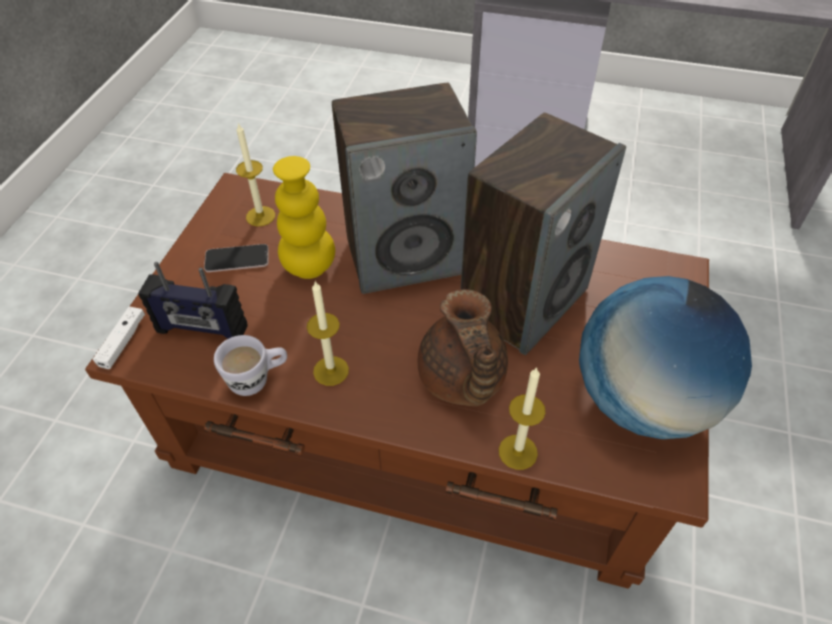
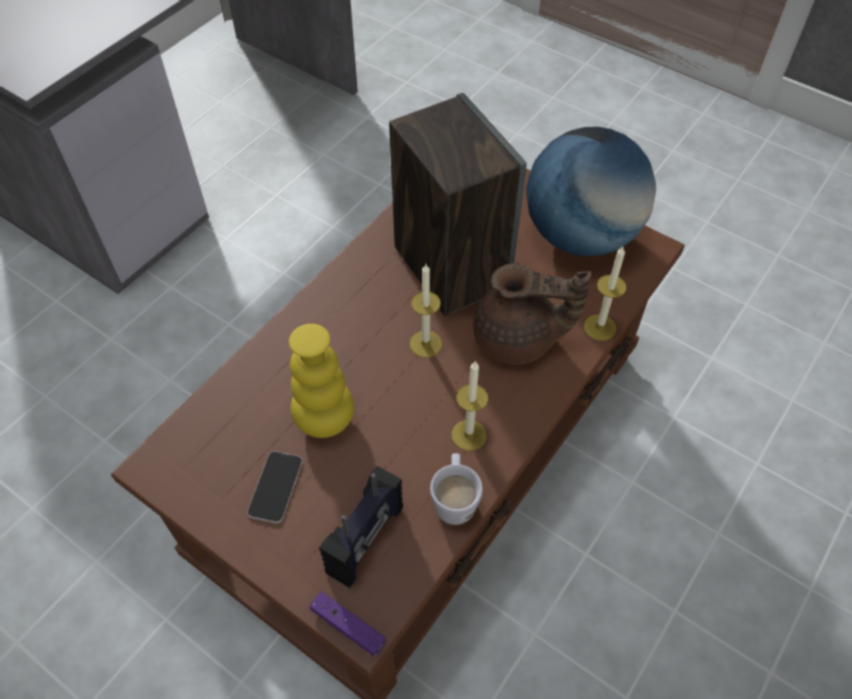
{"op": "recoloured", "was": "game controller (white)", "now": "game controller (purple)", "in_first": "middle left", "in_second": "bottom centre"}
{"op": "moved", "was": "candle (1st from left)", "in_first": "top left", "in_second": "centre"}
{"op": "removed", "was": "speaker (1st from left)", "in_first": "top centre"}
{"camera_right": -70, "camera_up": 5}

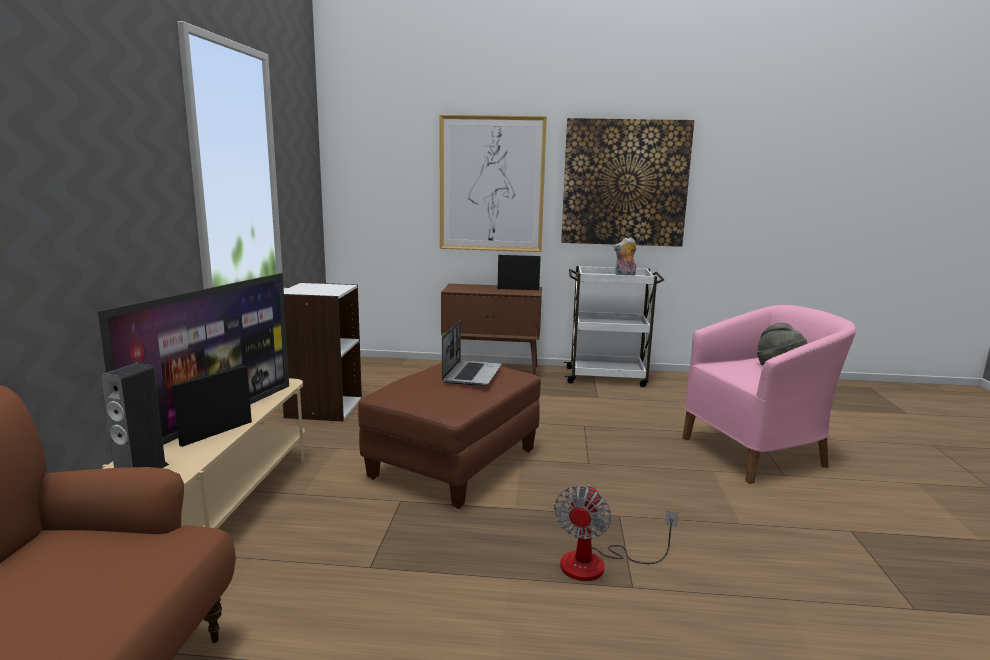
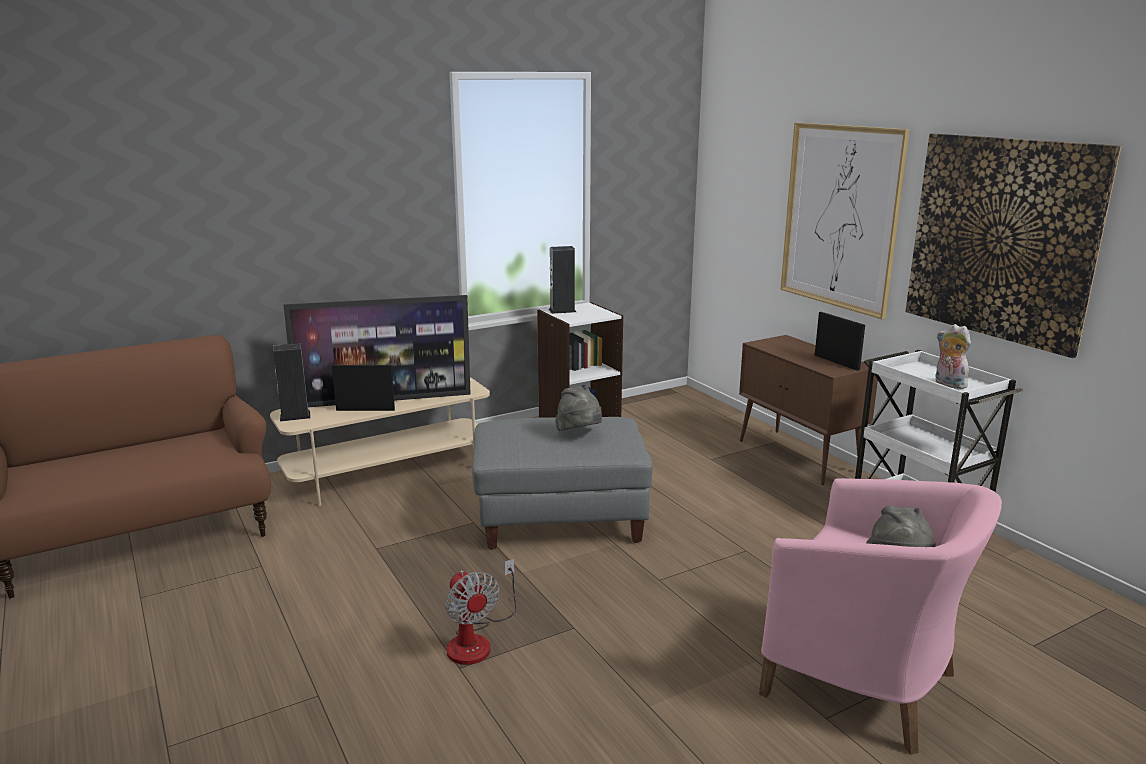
{"op": "recoloured", "was": "ottoman (brown)", "now": "ottoman (grey)", "in_first": "centre", "in_second": "centre"}
{"op": "replaced", "was": "laptop", "now": "hat (grey) (1st from left)", "in_first": "centre", "in_second": "centre"}
{"op": "turned", "was": "fan", "in_first": "bottom centre", "in_second": "bottom centre", "clockwise": -105}
{"op": "added", "now": "speaker (2nd from left)", "in_second": "centre"}
{"camera_right": 55, "camera_up": 5}

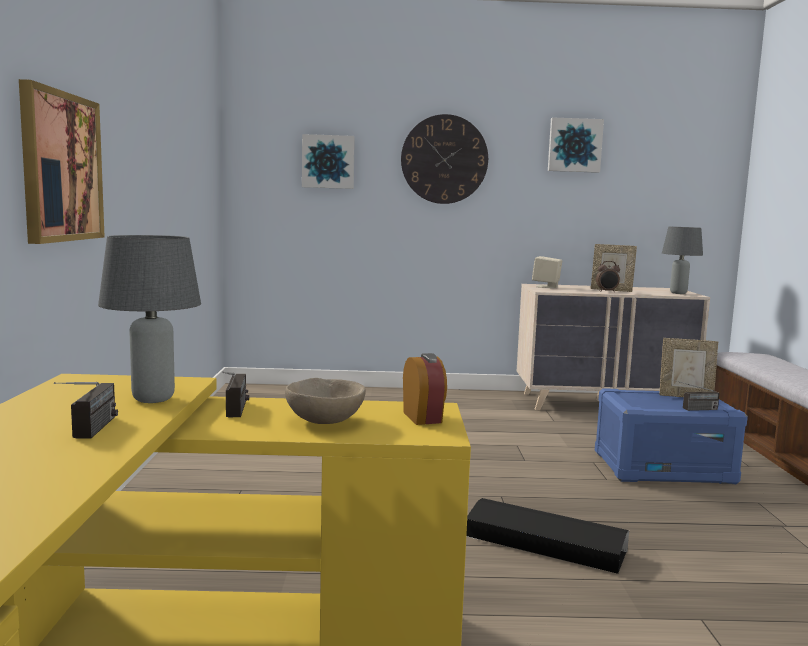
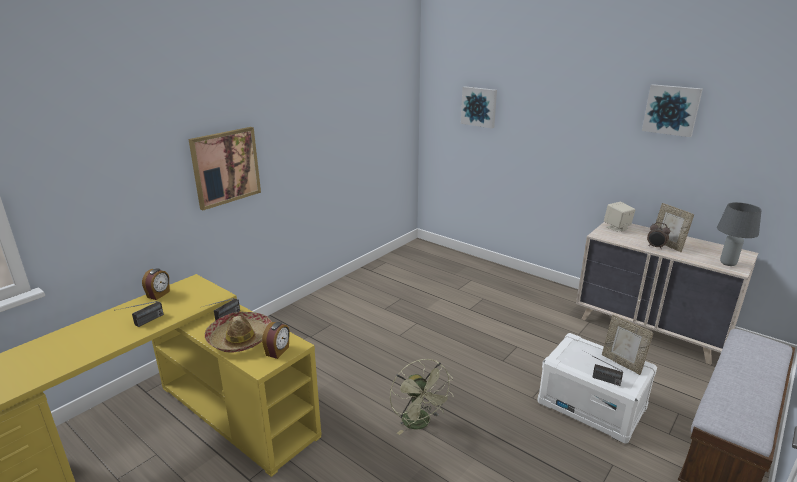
{"op": "removed", "was": "table lamp (grey) (1st from left)", "in_first": "middle left"}
{"op": "replaced", "was": "bowl (beige)", "now": "hat", "in_first": "centre", "in_second": "bottom left"}
{"op": "removed", "was": "wall clock", "in_first": "top centre"}
{"op": "replaced", "was": "storage box (black)", "now": "fan (green)", "in_first": "bottom right", "in_second": "bottom centre"}
{"op": "recoloured", "was": "storage box (blue)", "now": "storage box (white)", "in_first": "bottom right", "in_second": "bottom right"}
{"op": "added", "now": "alarm clock (1st from left)", "in_second": "middle left"}
{"camera_right": 40, "camera_up": 15}

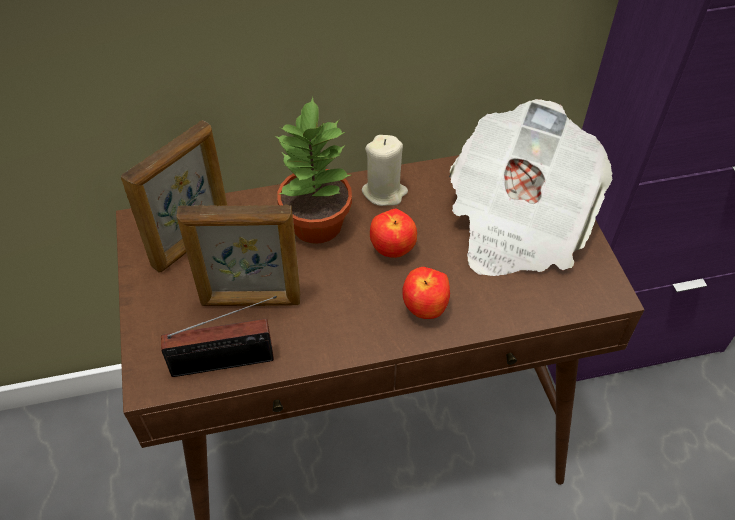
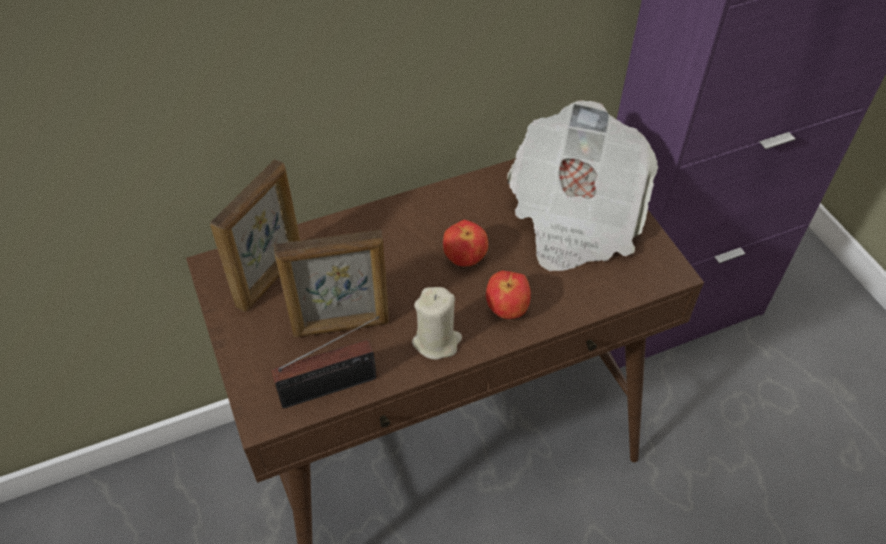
{"op": "removed", "was": "potted plant", "in_first": "top centre"}
{"op": "moved", "was": "candle (beige)", "in_first": "top centre", "in_second": "centre"}
{"camera_right": -10, "camera_up": 0}

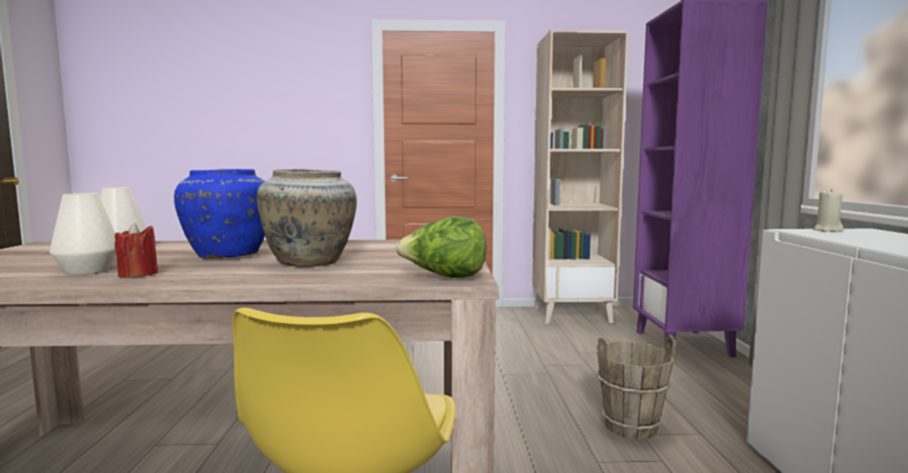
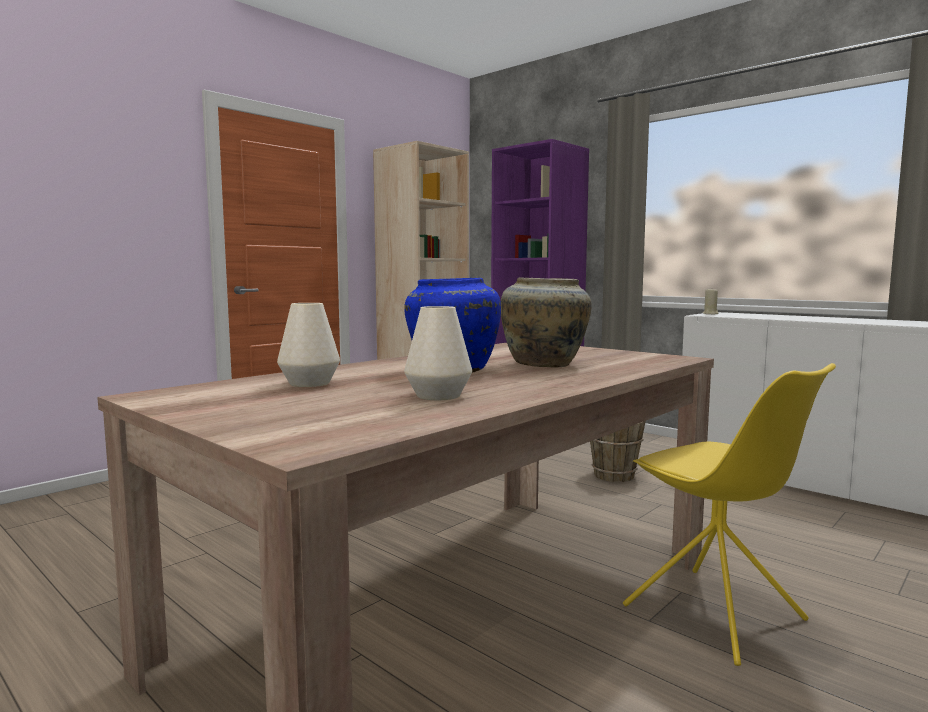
{"op": "removed", "was": "candle (red)", "in_first": "middle left"}
{"op": "removed", "was": "lettuce", "in_first": "centre"}
{"camera_right": -45, "camera_up": 0}

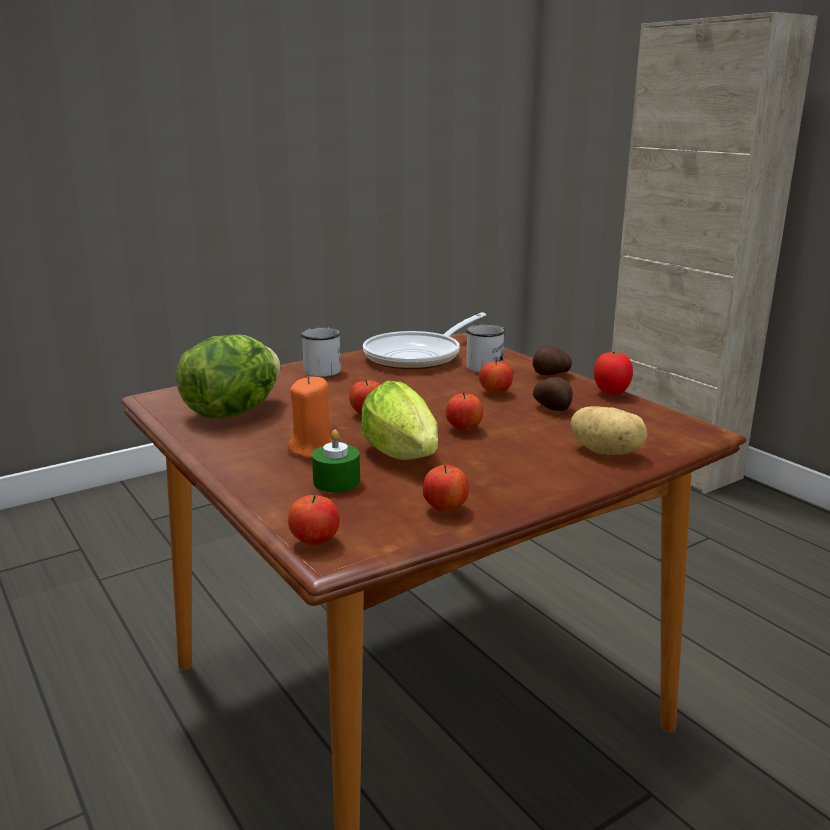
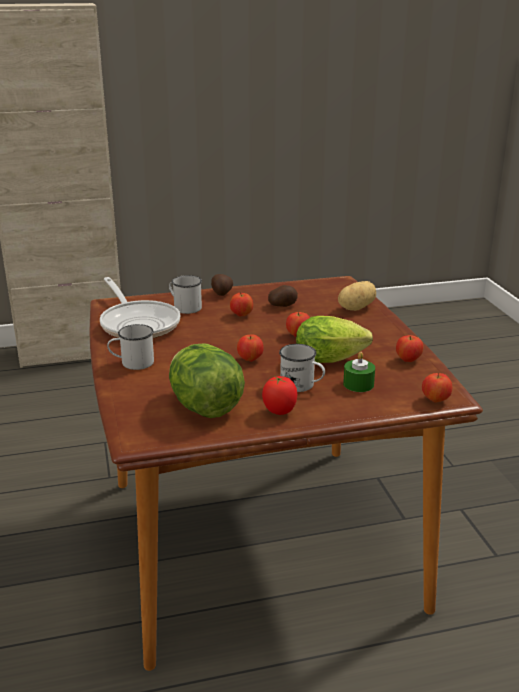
{"op": "replaced", "was": "candle (orange)", "now": "mug (white) (3rd from left)", "in_first": "centre", "in_second": "centre"}
{"op": "moved", "was": "tomato", "in_first": "middle right", "in_second": "centre"}
{"camera_right": -70, "camera_up": 5}

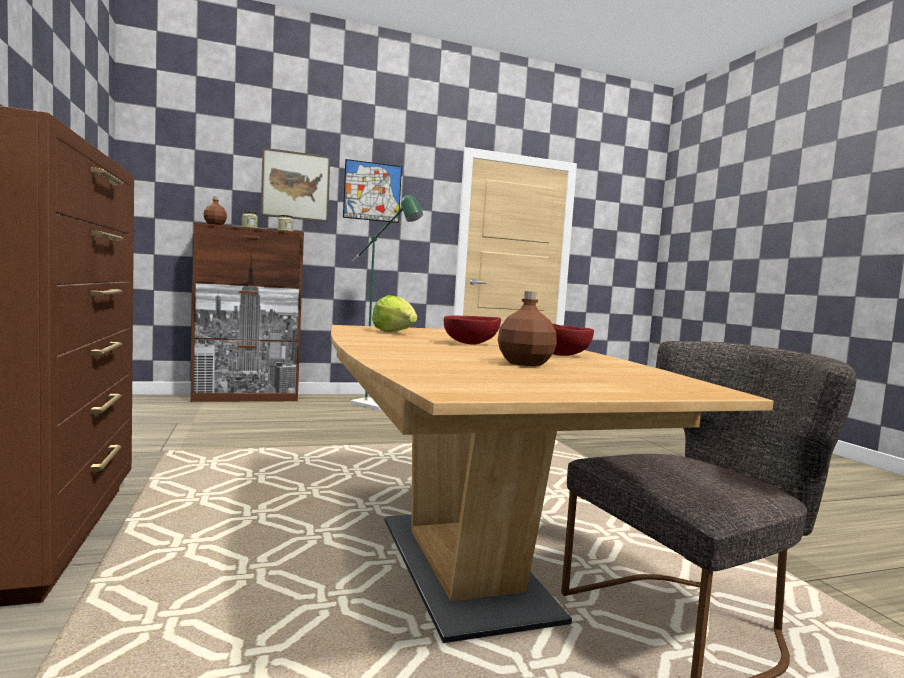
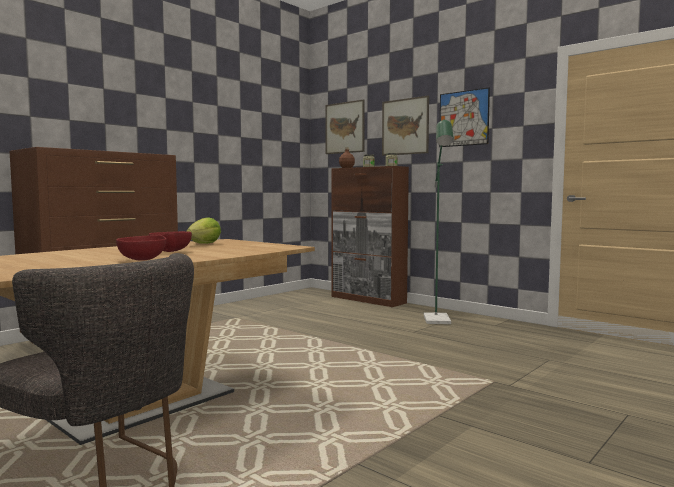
{"op": "removed", "was": "bottle (brown) (2nd from left)", "in_first": "centre"}
{"op": "added", "now": "picture (1st from left)", "in_second": "top centre"}
{"camera_right": 60, "camera_up": 0}

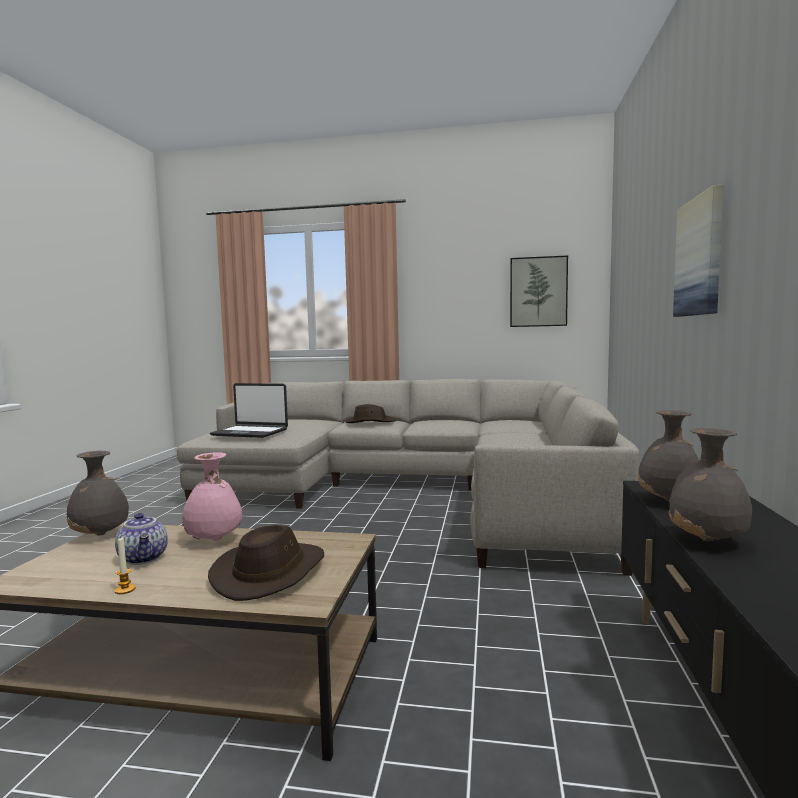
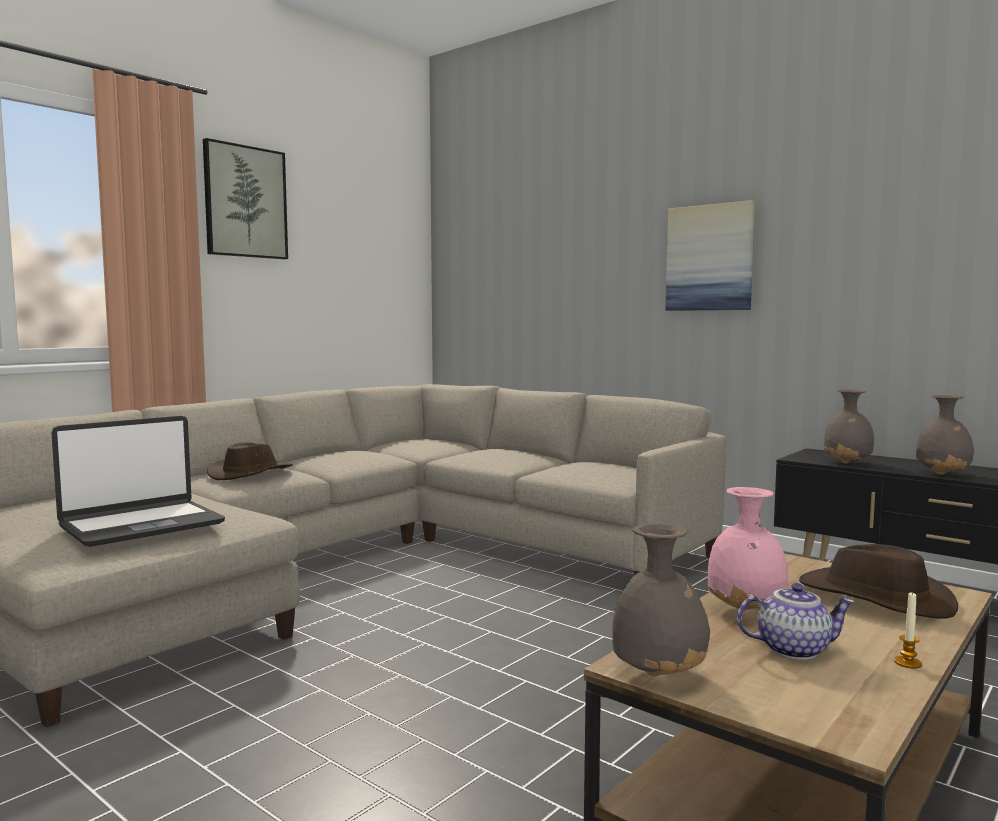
{"op": "moved", "was": "picture (1st from left)", "in_first": "middle right", "in_second": "top left"}
{"camera_right": -60, "camera_up": 0}

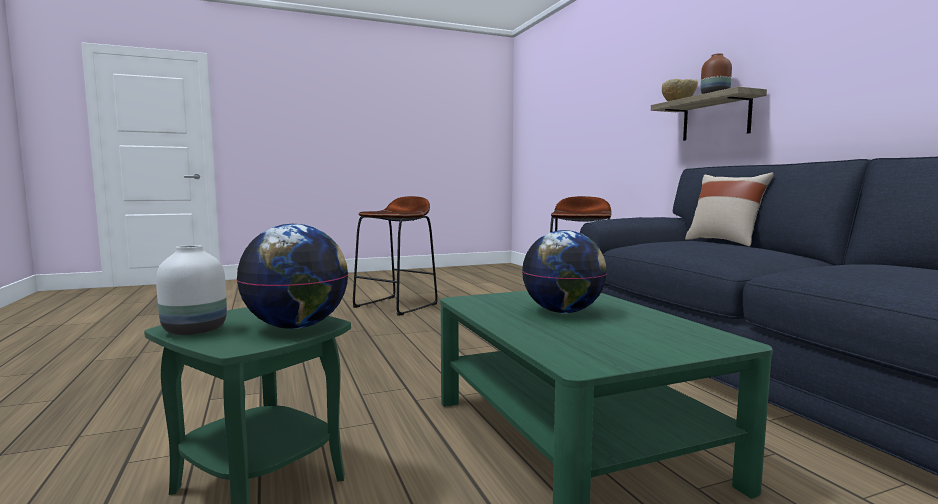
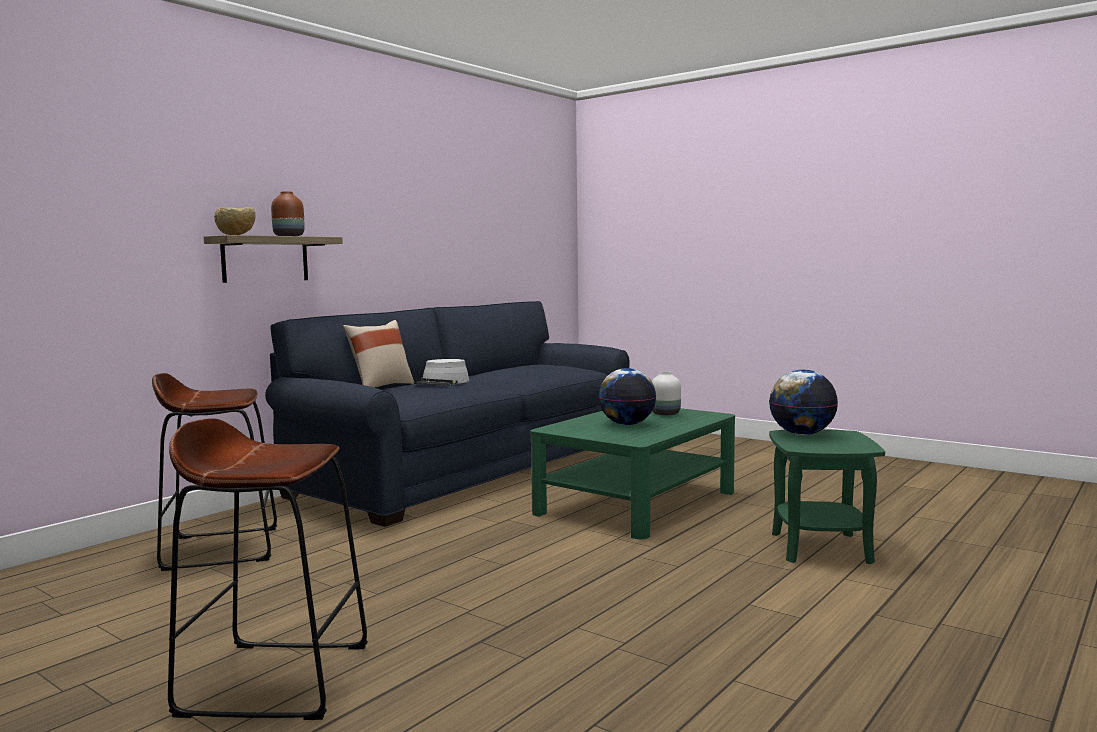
{"op": "moved", "was": "vase (white)", "in_first": "middle left", "in_second": "centre"}
{"op": "added", "now": "hat (grey)", "in_second": "centre"}
{"camera_right": -120, "camera_up": 0}

